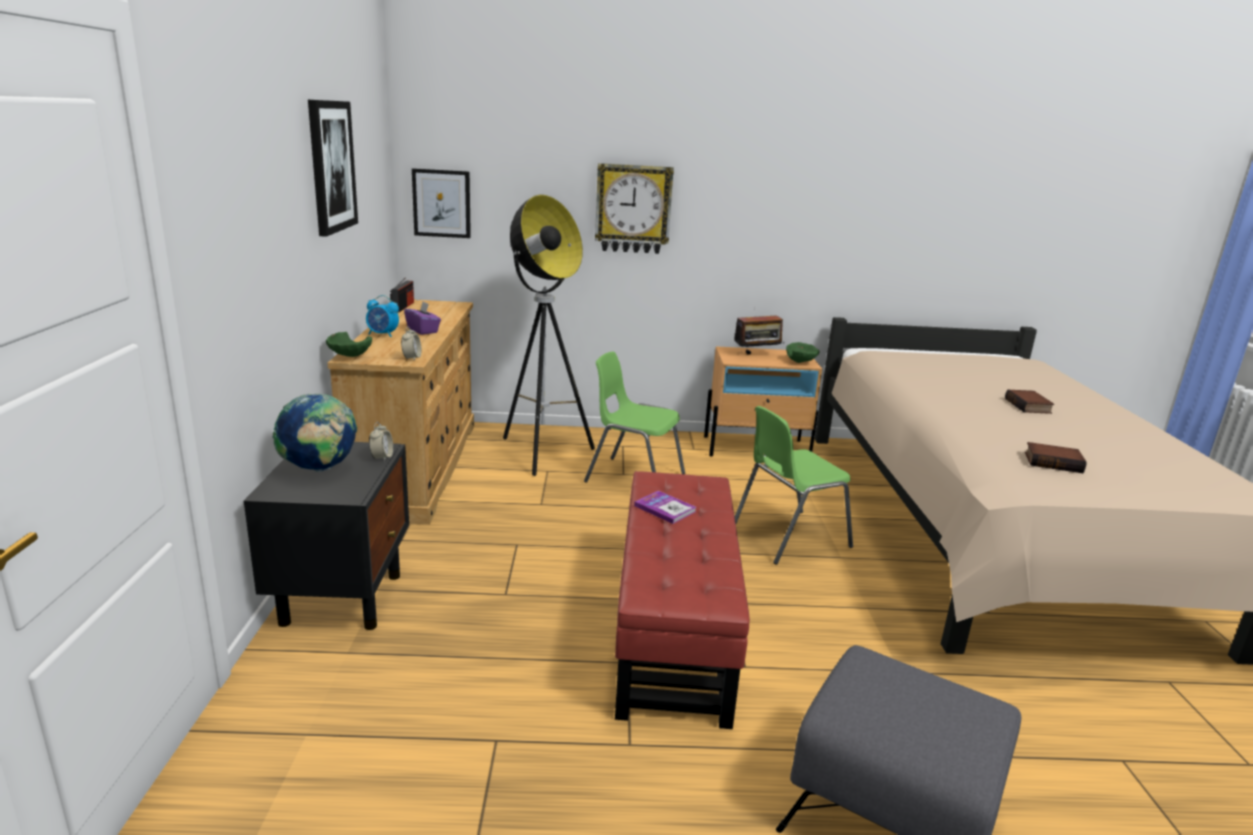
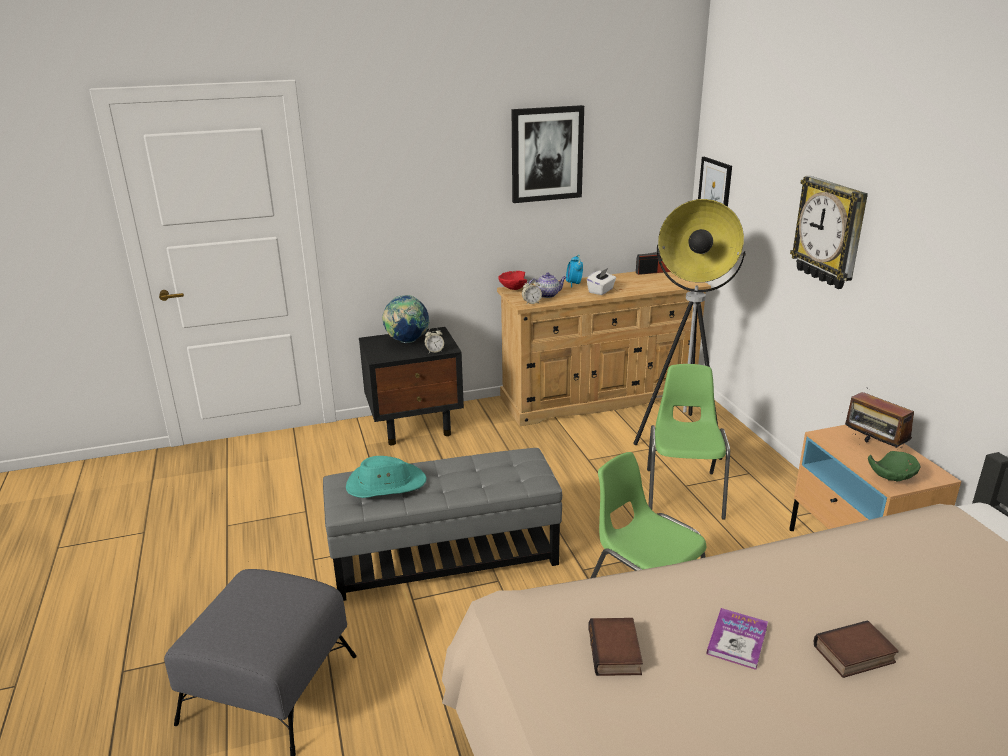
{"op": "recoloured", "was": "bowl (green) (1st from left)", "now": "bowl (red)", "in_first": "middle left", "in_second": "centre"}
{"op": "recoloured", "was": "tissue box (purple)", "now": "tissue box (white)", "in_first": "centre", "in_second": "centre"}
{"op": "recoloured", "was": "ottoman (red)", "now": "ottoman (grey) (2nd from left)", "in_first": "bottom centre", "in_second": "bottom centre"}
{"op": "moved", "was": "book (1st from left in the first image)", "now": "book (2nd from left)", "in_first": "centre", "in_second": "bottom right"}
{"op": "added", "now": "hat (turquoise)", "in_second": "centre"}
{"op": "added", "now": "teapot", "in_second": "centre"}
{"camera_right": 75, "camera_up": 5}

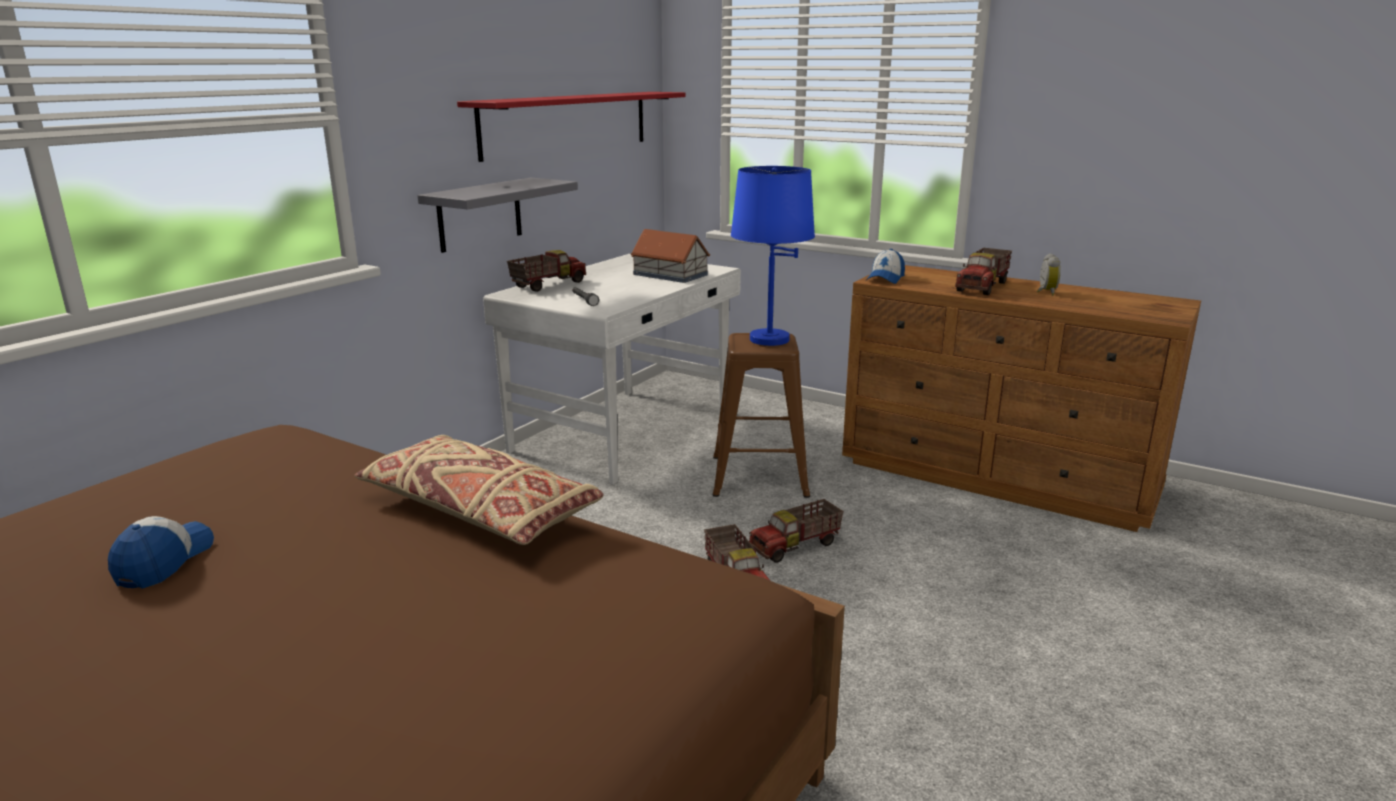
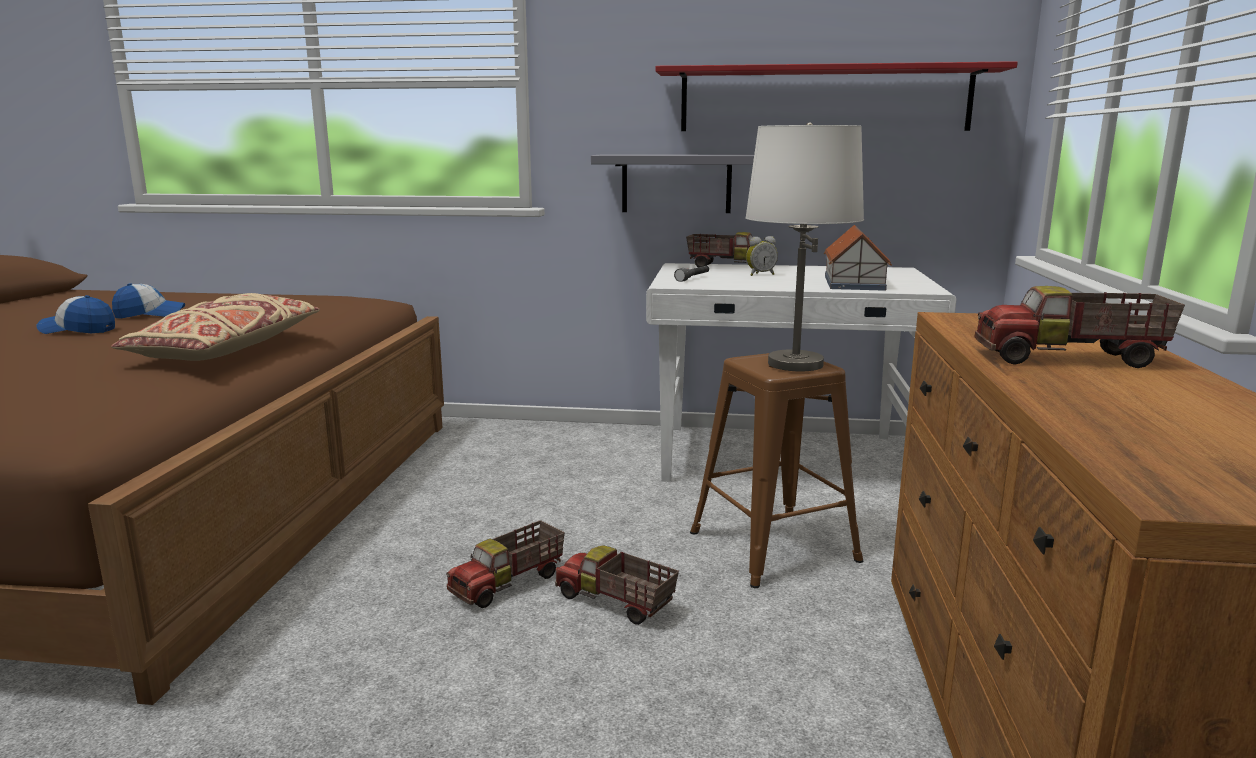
{"op": "recoloured", "was": "table lamp (blue)", "now": "table lamp (white)", "in_first": "top centre", "in_second": "top centre"}
{"op": "moved", "was": "cap (2nd from left in the first image)", "now": "cap (1st from left)", "in_first": "top centre", "in_second": "middle left"}
{"op": "moved", "was": "alarm clock", "in_first": "middle right", "in_second": "centre"}
{"camera_right": 65, "camera_up": -5}

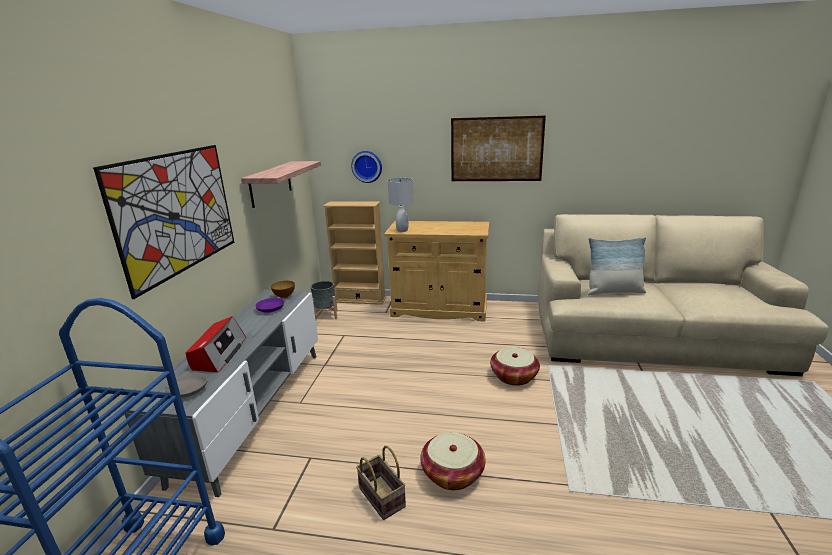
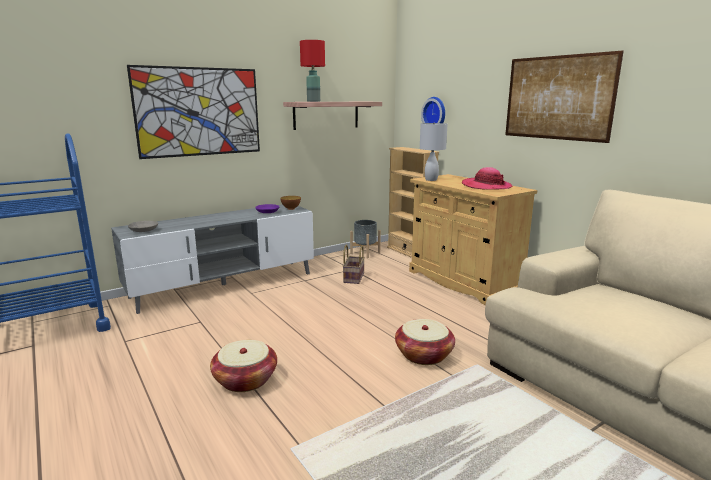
{"op": "removed", "was": "radio", "in_first": "middle left"}
{"op": "moved", "was": "basket (1st from left in the first image)", "now": "basket (2nd from left)", "in_first": "bottom centre", "in_second": "centre"}
{"op": "removed", "was": "pillow", "in_first": "middle right"}
{"op": "added", "now": "table lamp (red)", "in_second": "top centre"}
{"op": "added", "now": "hat", "in_second": "middle right"}
{"camera_right": 45, "camera_up": -5}

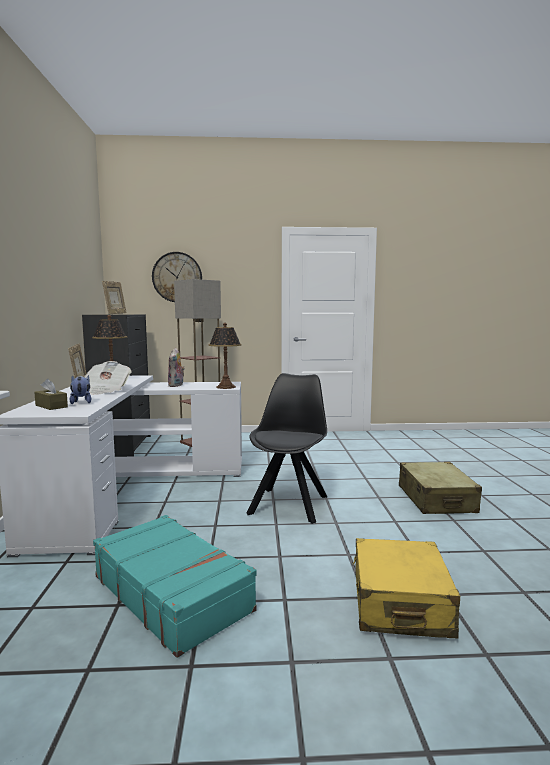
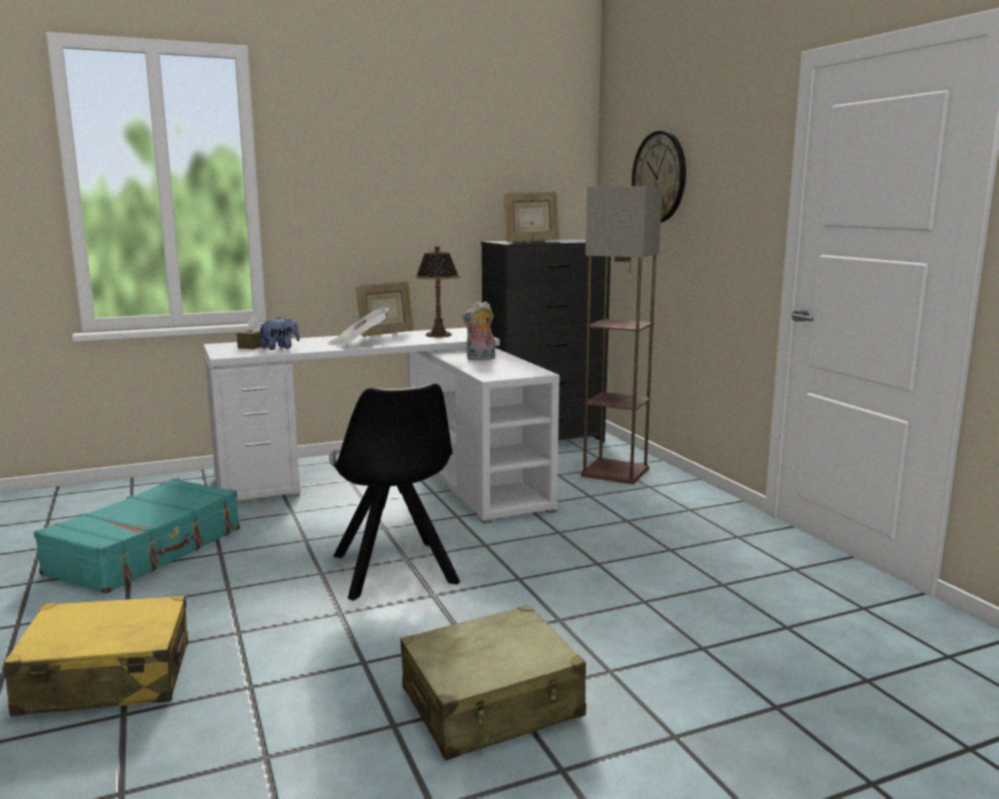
{"op": "removed", "was": "table lamp (2nd from left)", "in_first": "centre"}
{"op": "turned", "was": "chair (black)", "in_first": "centre", "in_second": "centre", "clockwise": 75}
{"camera_right": 70, "camera_up": 5}

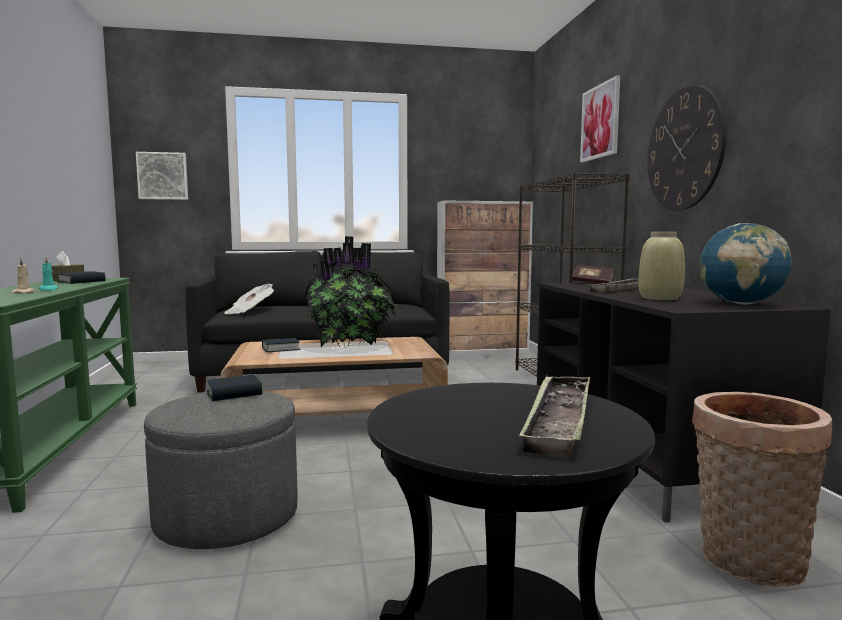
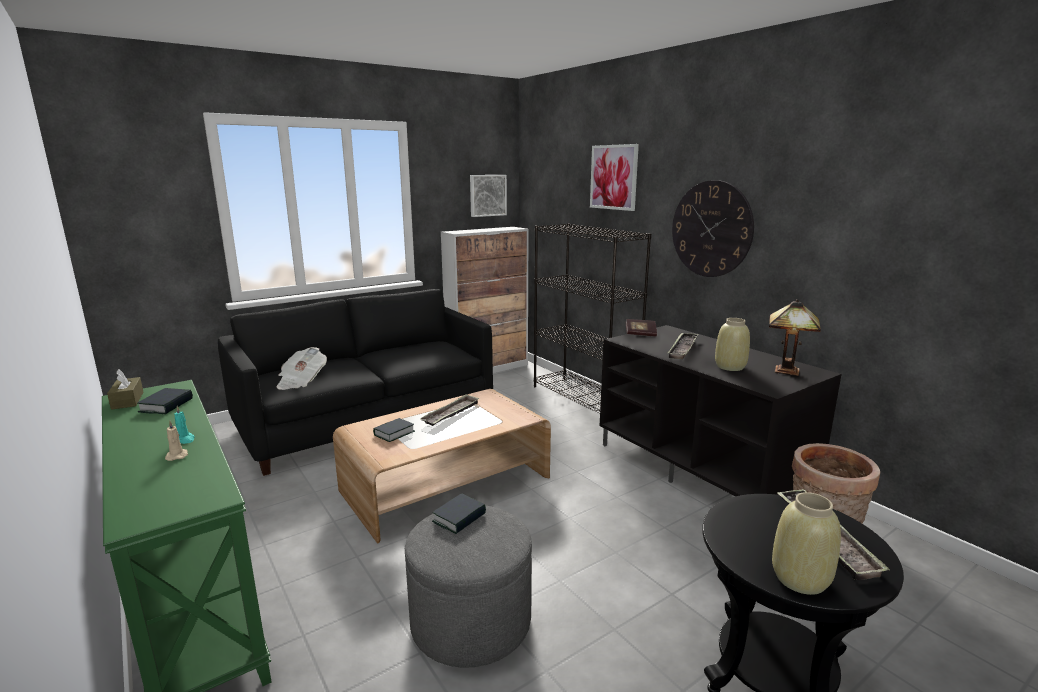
{"op": "moved", "was": "picture (1st from left)", "in_first": "top left", "in_second": "top centre"}
{"op": "replaced", "was": "potted plant", "now": "tray (1st from left)", "in_first": "centre", "in_second": "centre"}
{"op": "replaced", "was": "globe", "now": "table lamp", "in_first": "middle right", "in_second": "middle right"}
{"op": "added", "now": "vase (beige) (2nd from left)", "in_second": "bottom right"}
{"camera_right": -25, "camera_up": 10}

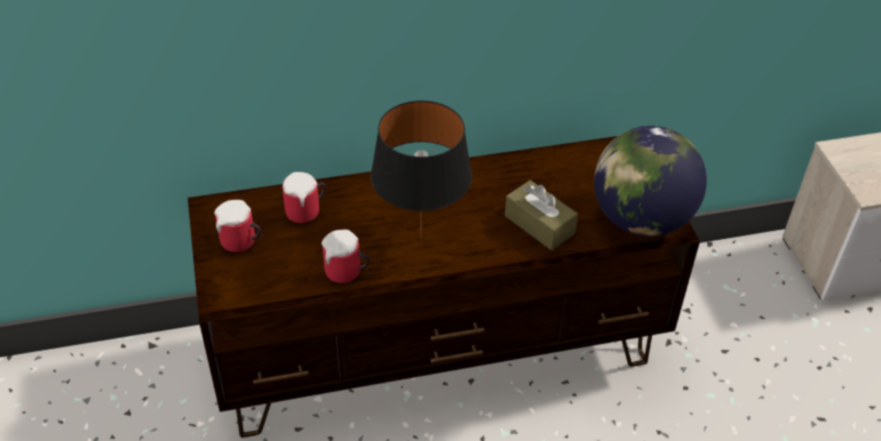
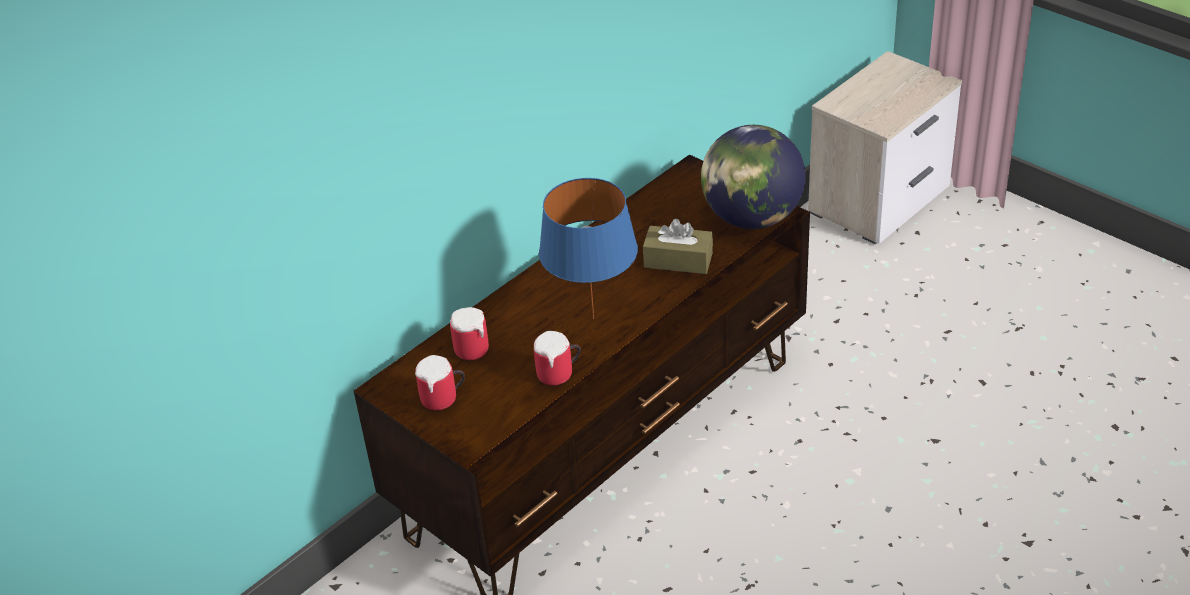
{"op": "recoloured", "was": "table lamp (black)", "now": "table lamp (blue)", "in_first": "centre", "in_second": "centre"}
{"camera_right": -30, "camera_up": -5}

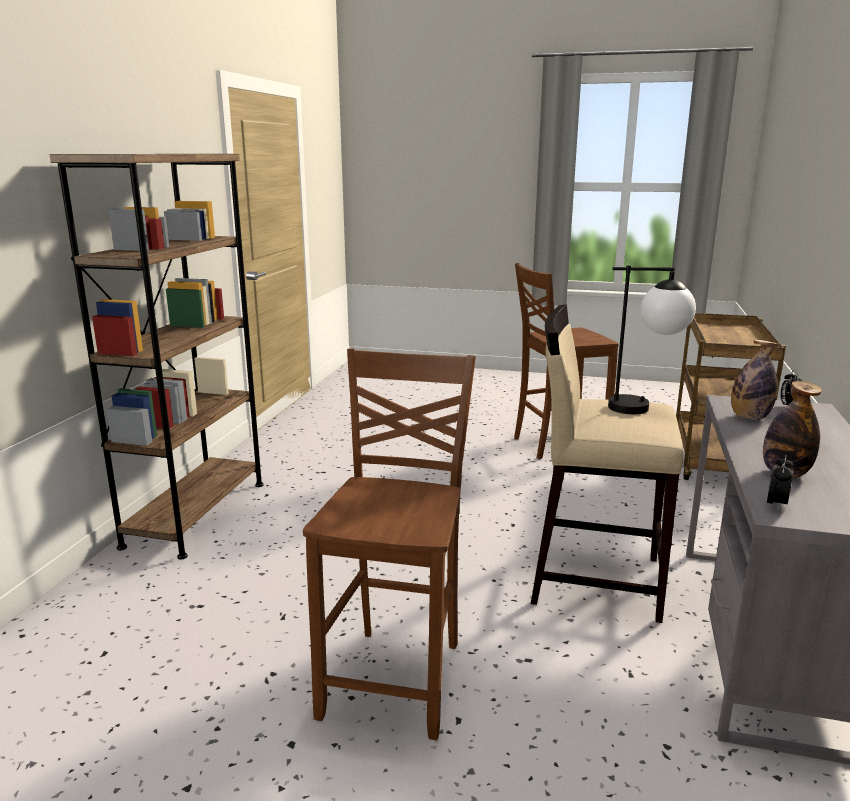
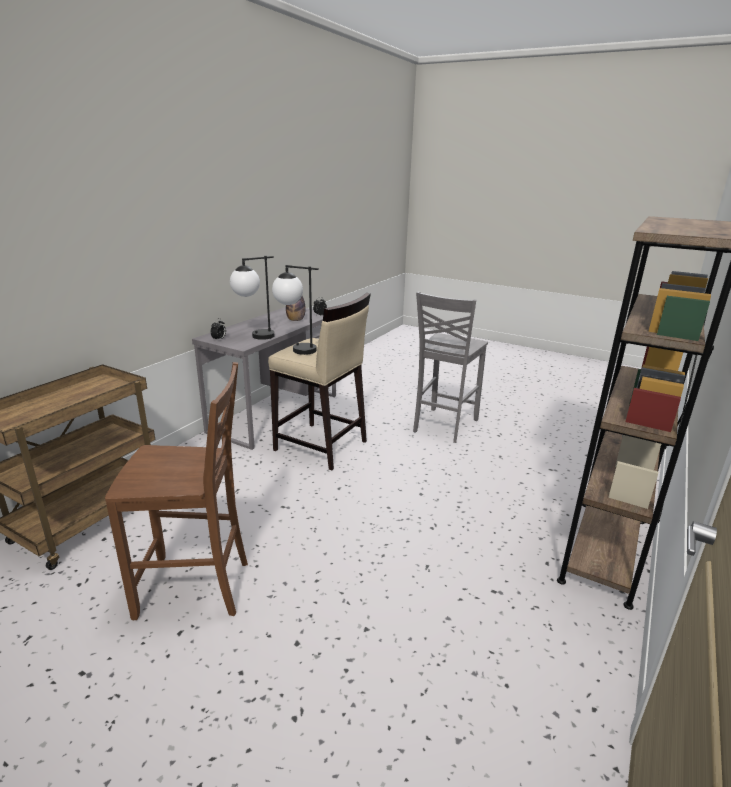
{"op": "recoloured", "was": "chair (brown) (1st from left)", "now": "chair (grey)", "in_first": "bottom centre", "in_second": "centre"}
{"op": "replaced", "was": "bottle (1st from left)", "now": "table lamp (1st from left)", "in_first": "middle right", "in_second": "centre"}
{"camera_right": -165, "camera_up": 5}

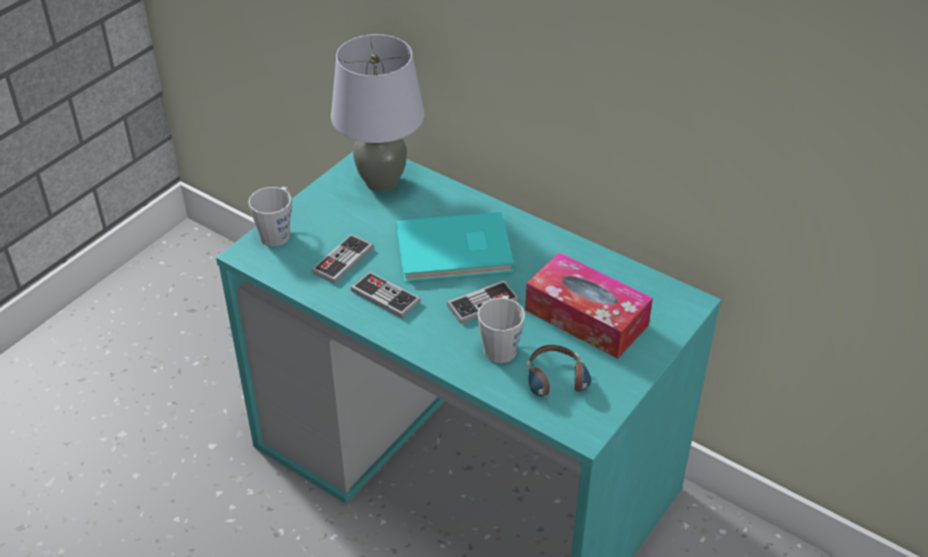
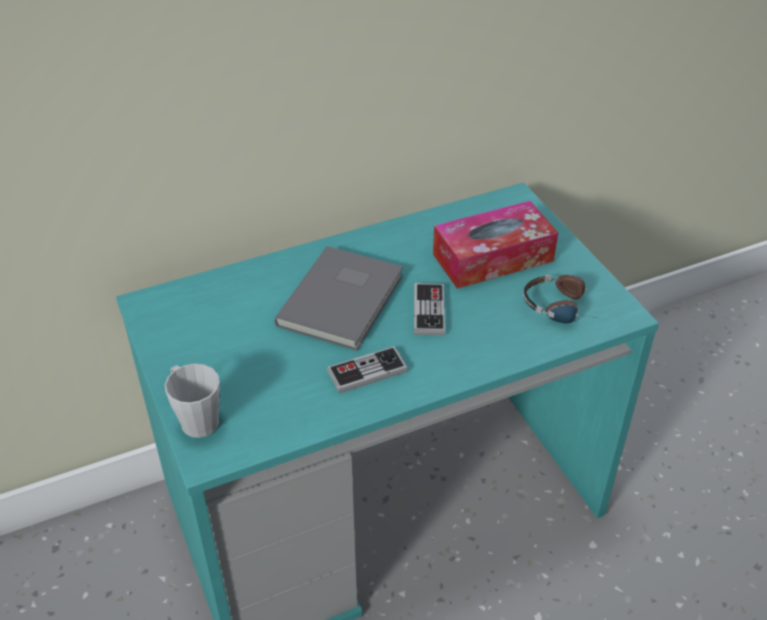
{"op": "removed", "was": "game controller (1st from left)", "in_first": "centre"}
{"op": "removed", "was": "table lamp (grey)", "in_first": "top centre"}
{"op": "recoloured", "was": "book (turquoise)", "now": "book (grey)", "in_first": "centre", "in_second": "centre"}
{"op": "removed", "was": "mug (grey) (2nd from left)", "in_first": "centre"}
{"camera_right": -60, "camera_up": 0}

